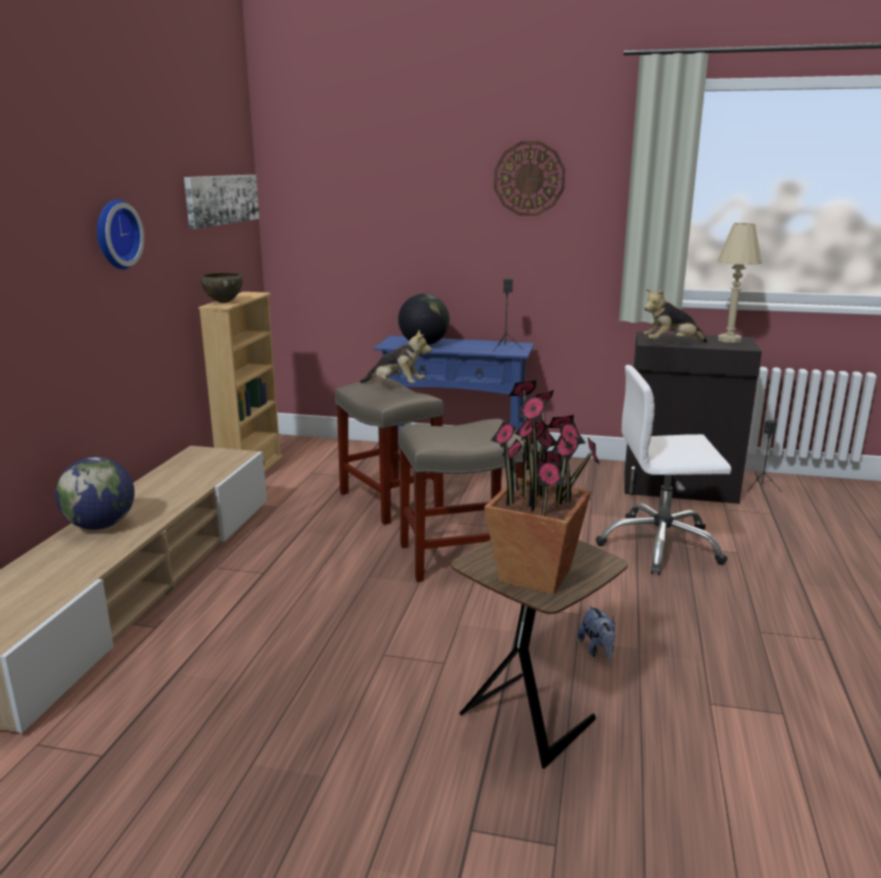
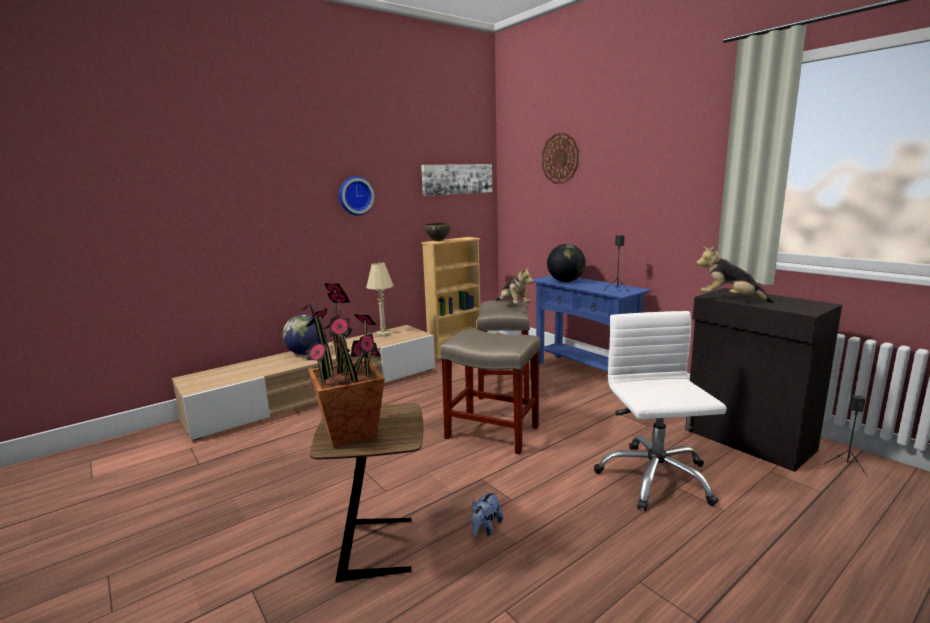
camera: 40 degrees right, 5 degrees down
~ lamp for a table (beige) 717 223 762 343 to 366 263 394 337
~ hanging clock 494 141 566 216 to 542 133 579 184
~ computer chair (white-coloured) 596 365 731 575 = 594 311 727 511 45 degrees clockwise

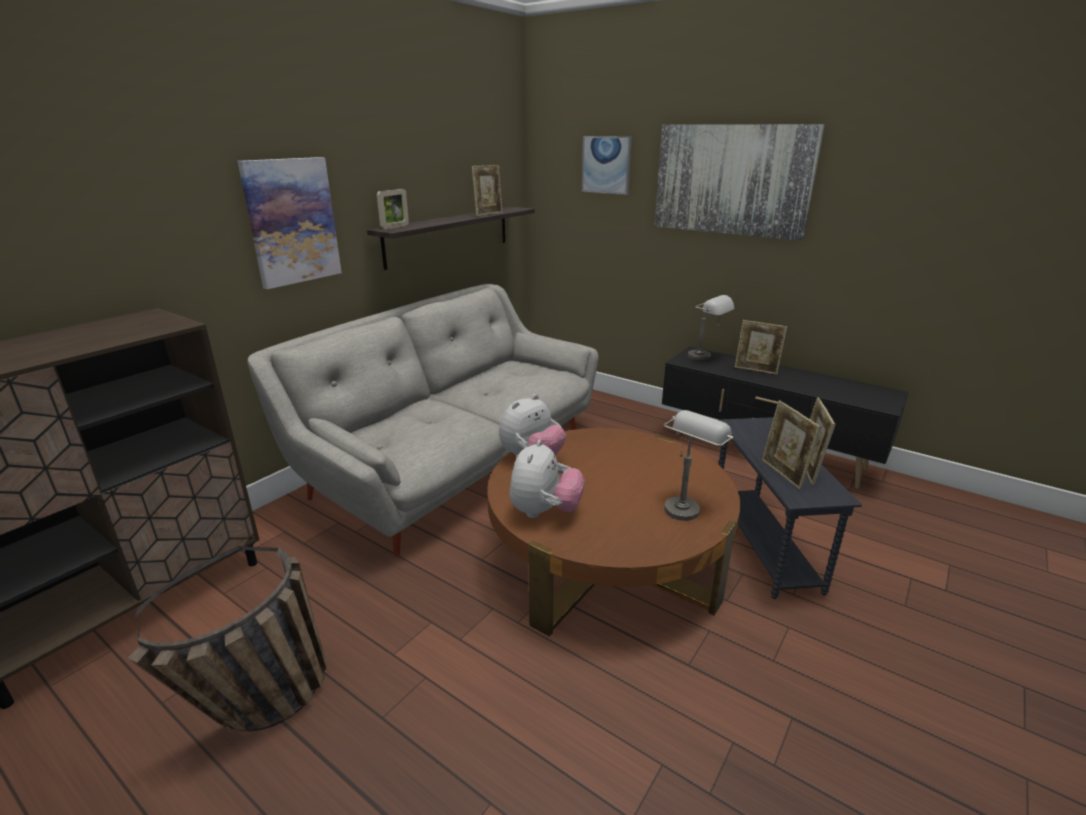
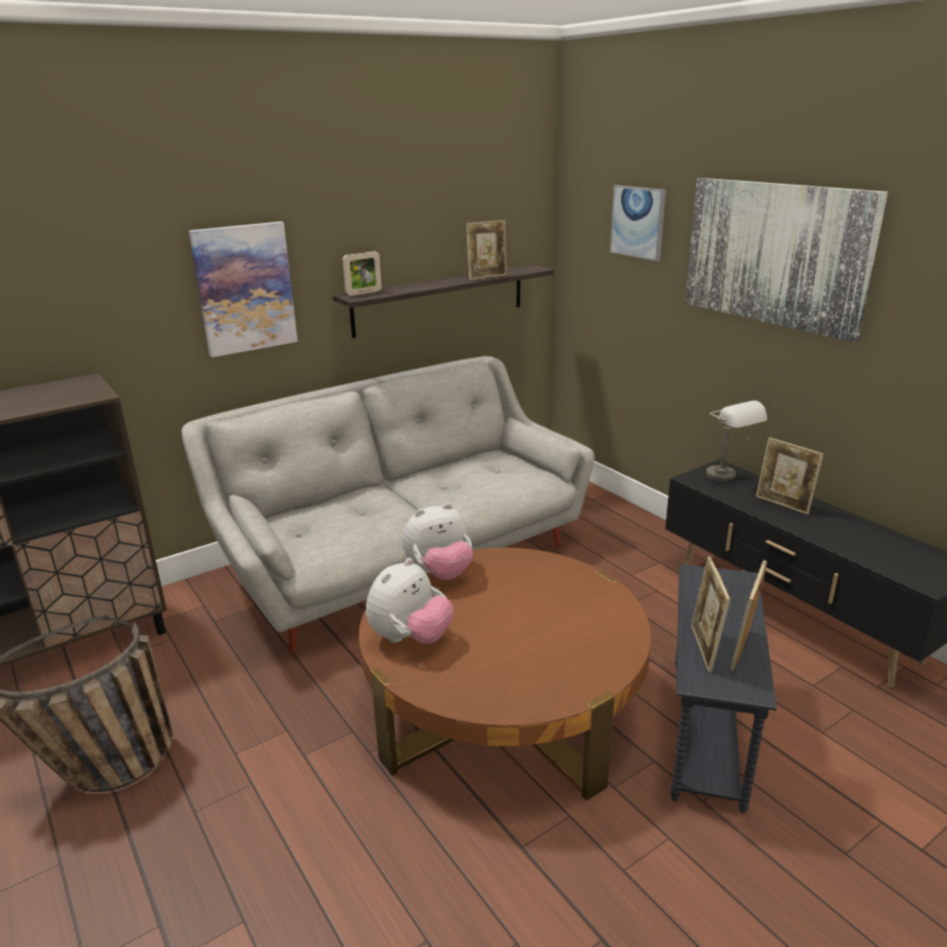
camera: 20 degrees right, 0 degrees up
- lamp for a table (greyish) 663 410 734 521

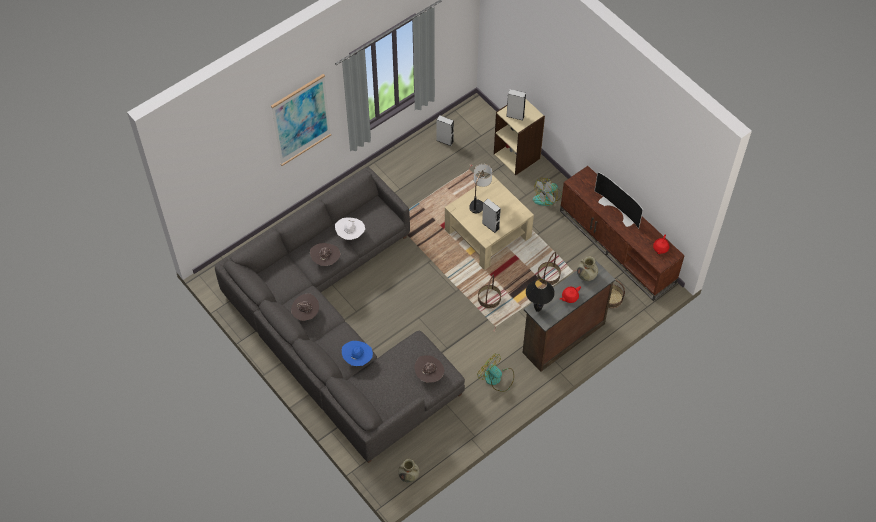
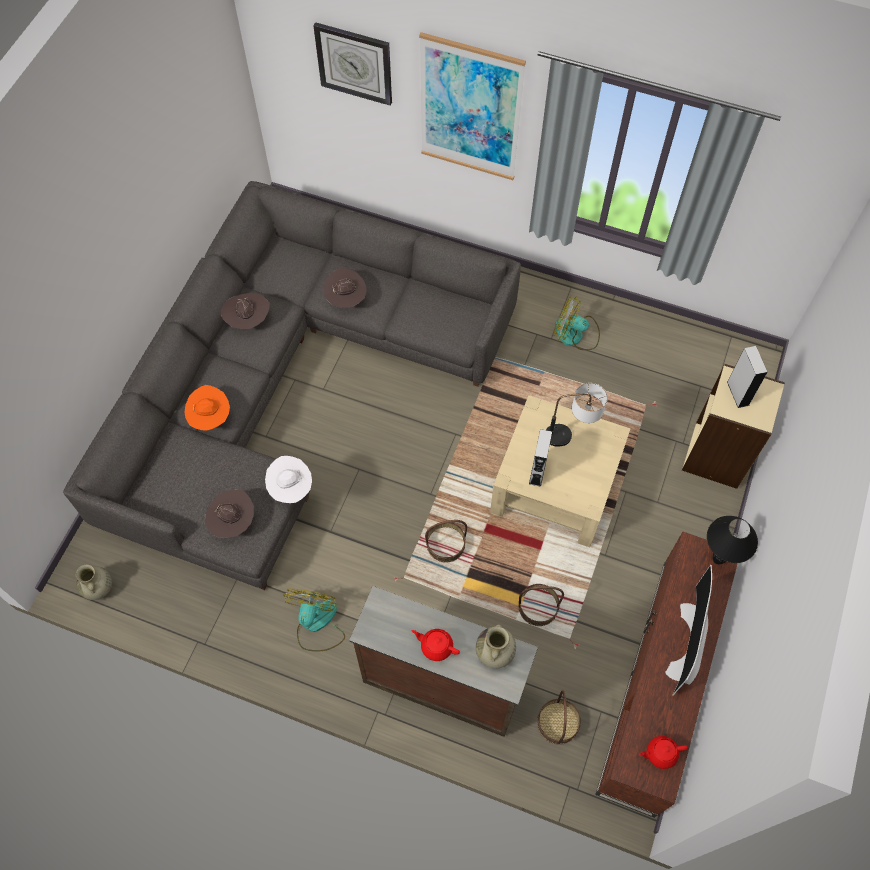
camera: 60 degrees right, 5 degrees up
~ wearable hat (bluish) 342 341 373 366 to wearable hat (orange) 184 385 230 431
~ wearable hat (white-coloured) 335 217 365 240 to 265 456 312 503
+ hanging clock 313 22 392 106
~ cooling fan 533 178 562 206 to 553 296 600 350
~ lamp for a table (black-coloured) 526 279 555 312 to 707 516 758 565
- audio speaker (greyish) 436 115 454 146

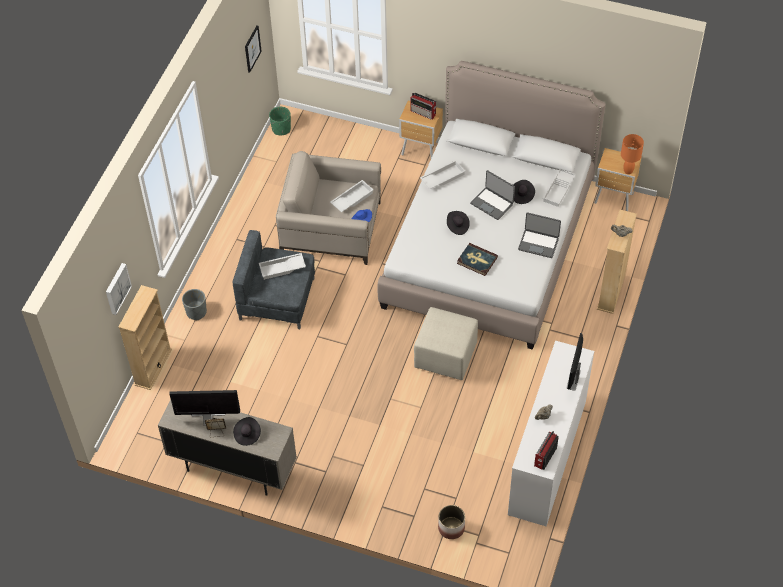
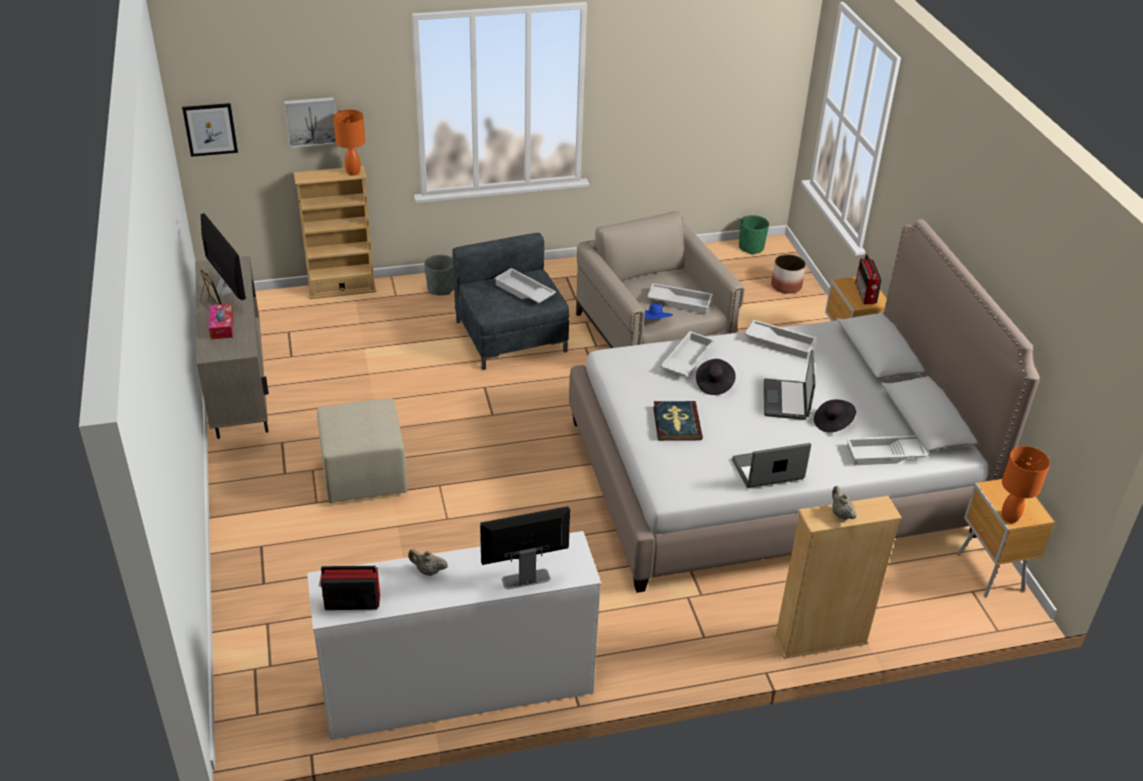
camera: 55 degrees right, 15 degrees down
~ wall picture 245 25 262 73 to 182 103 238 157
~ wearable hat (black-coloured) 233 417 261 446 to tissue holder 209 303 234 339
~ pouffe (beige) 414 307 478 380 to 317 398 407 503
+ lamp for a table (orange) 333 109 365 176
+ carrying tray (white-coloured) 660 331 715 376
~ portable computer 518 212 561 258 = 732 443 811 488 90 degrees clockwise
~ planter 438 505 465 539 to 771 254 806 294

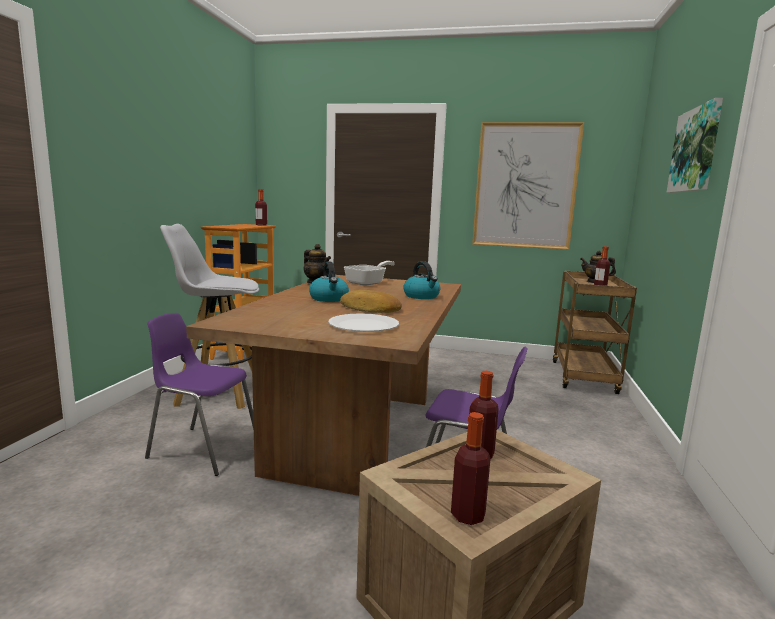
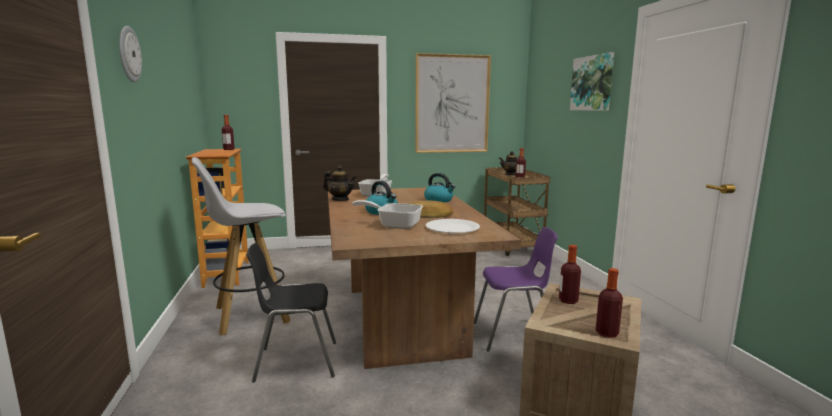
camera: 25 degrees left, 0 degrees up
+ hanging clock 119 26 142 82
~ upright chair (purple) 145 313 254 476 to upright chair (black-coloured) 246 243 336 383
+ pan 352 200 423 229

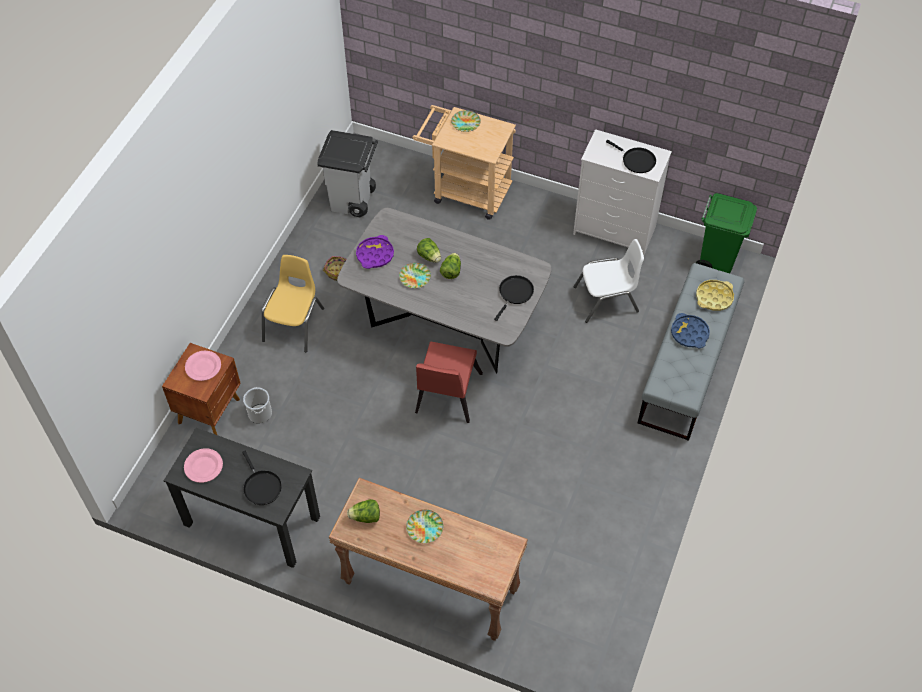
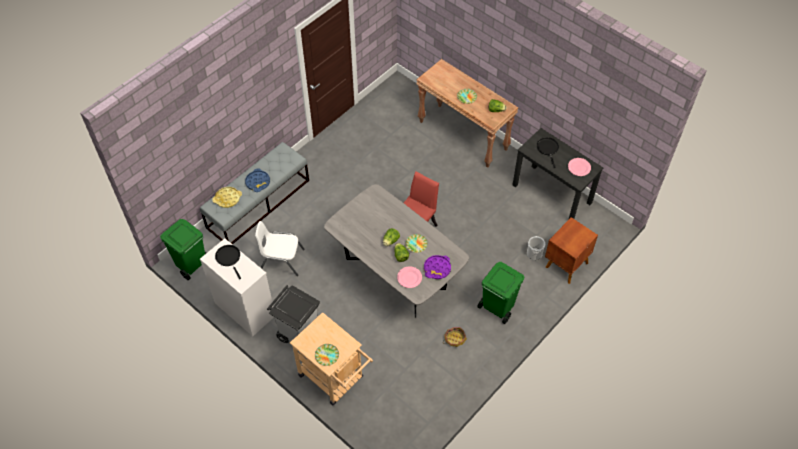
camera: 160 degrees left, 0 degrees up
~ rubbish bin (greyish) 318 130 378 217 to 267 285 320 346
~ flat dish (pinkish) 185 351 221 381 to 397 267 422 288
~ upright chair (yellow) 262 255 324 352 to rubbish bin (greenish) 477 262 524 324
- pan (black-coloured) 494 275 534 321

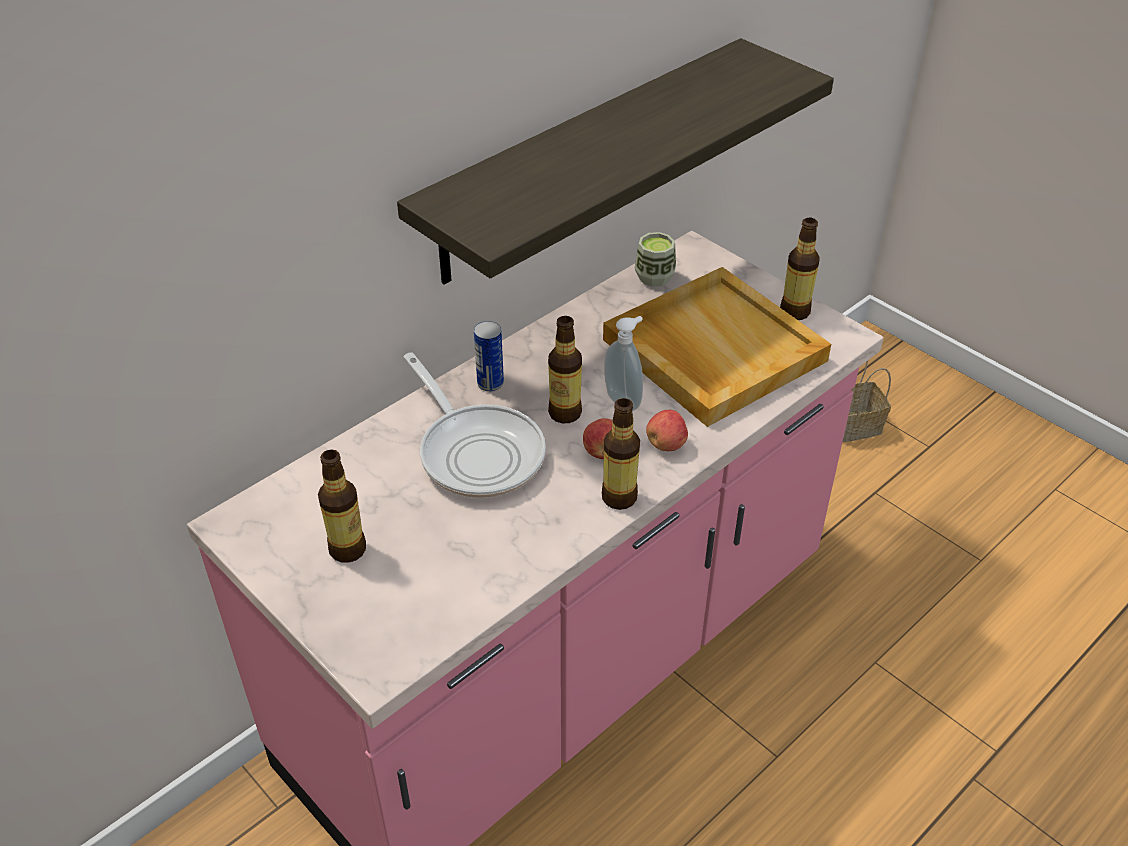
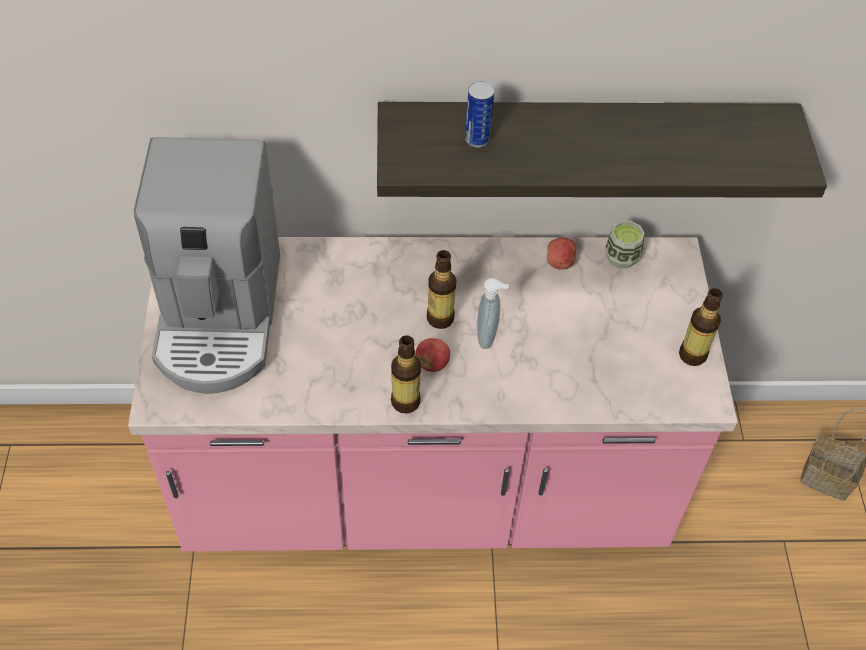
camera: 40 degrees right, 10 degrees up
~ beverage bottle 318 450 366 563 to coffee brewer 134 137 280 394
~ metal can 474 321 504 392 to 465 81 494 148
~ apple fruit 646 410 688 451 to 547 238 577 270
- pan 404 352 546 498
- carrying tray (beige) 603 267 831 427

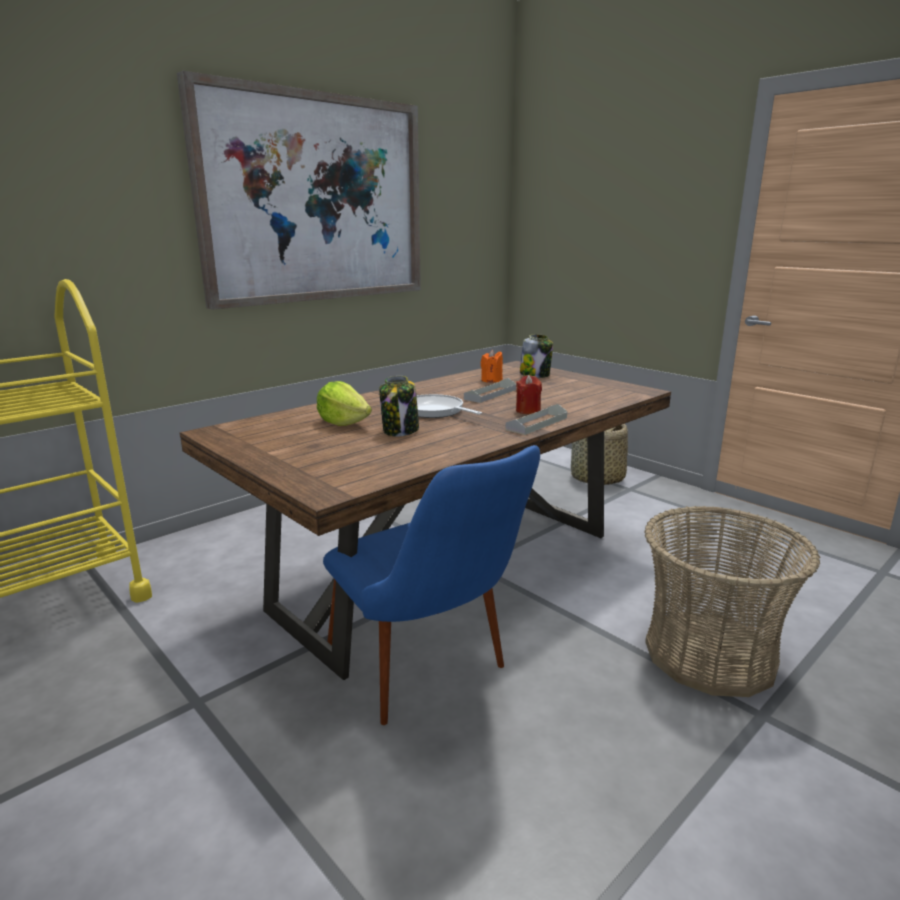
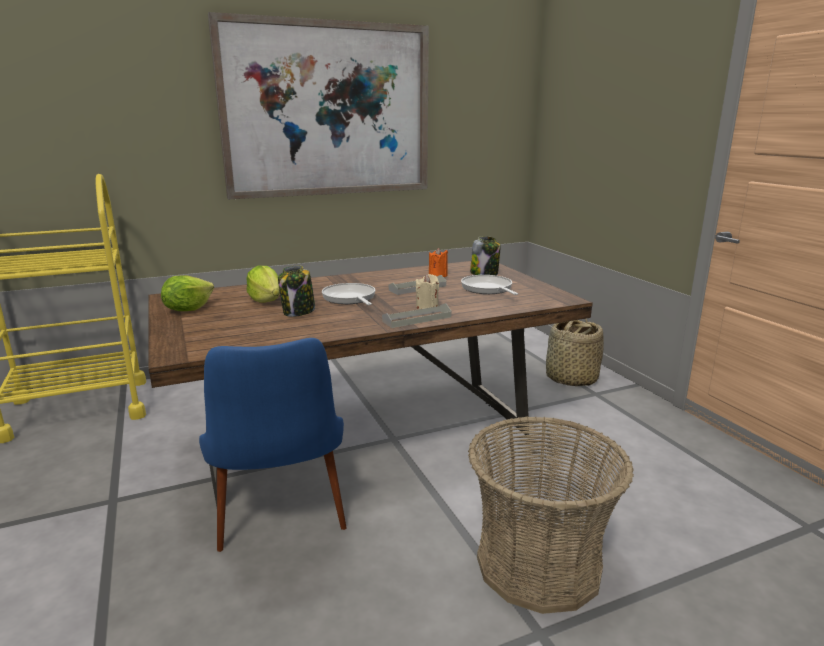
camera: 20 degrees right, 0 degrees up
+ head of lettuce 161 275 214 311
~ candle (red-coloured) 516 375 542 414 to candle (beige) 416 274 439 309
+ pan 461 275 518 295

